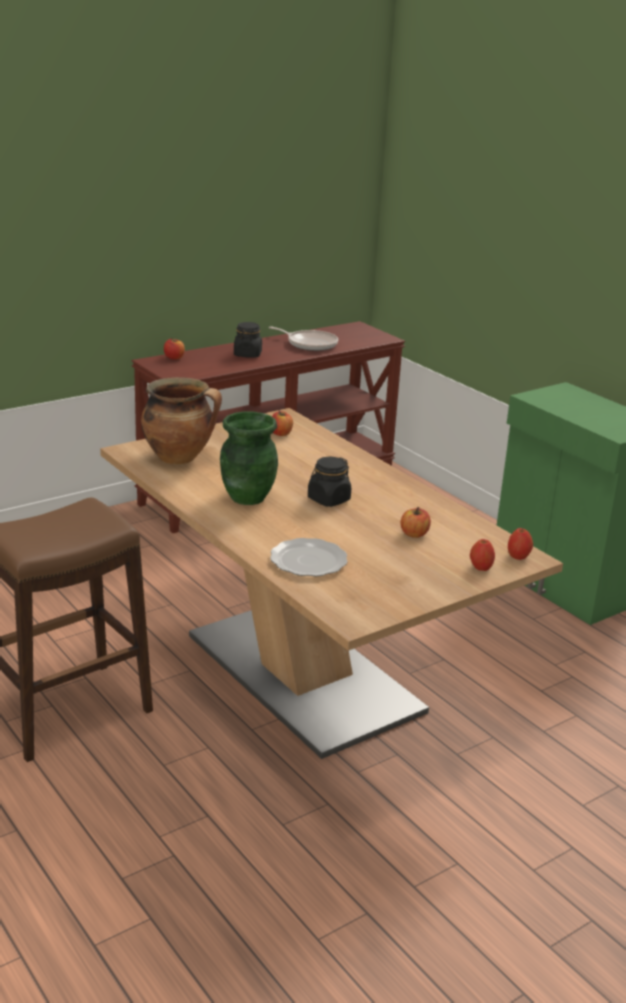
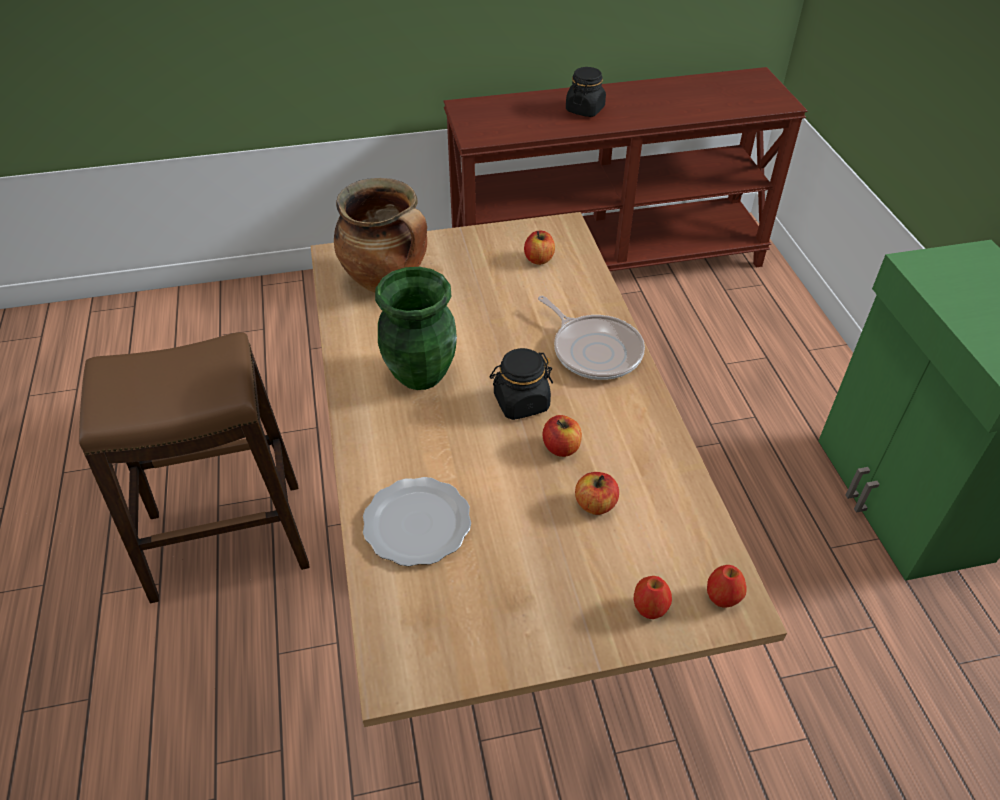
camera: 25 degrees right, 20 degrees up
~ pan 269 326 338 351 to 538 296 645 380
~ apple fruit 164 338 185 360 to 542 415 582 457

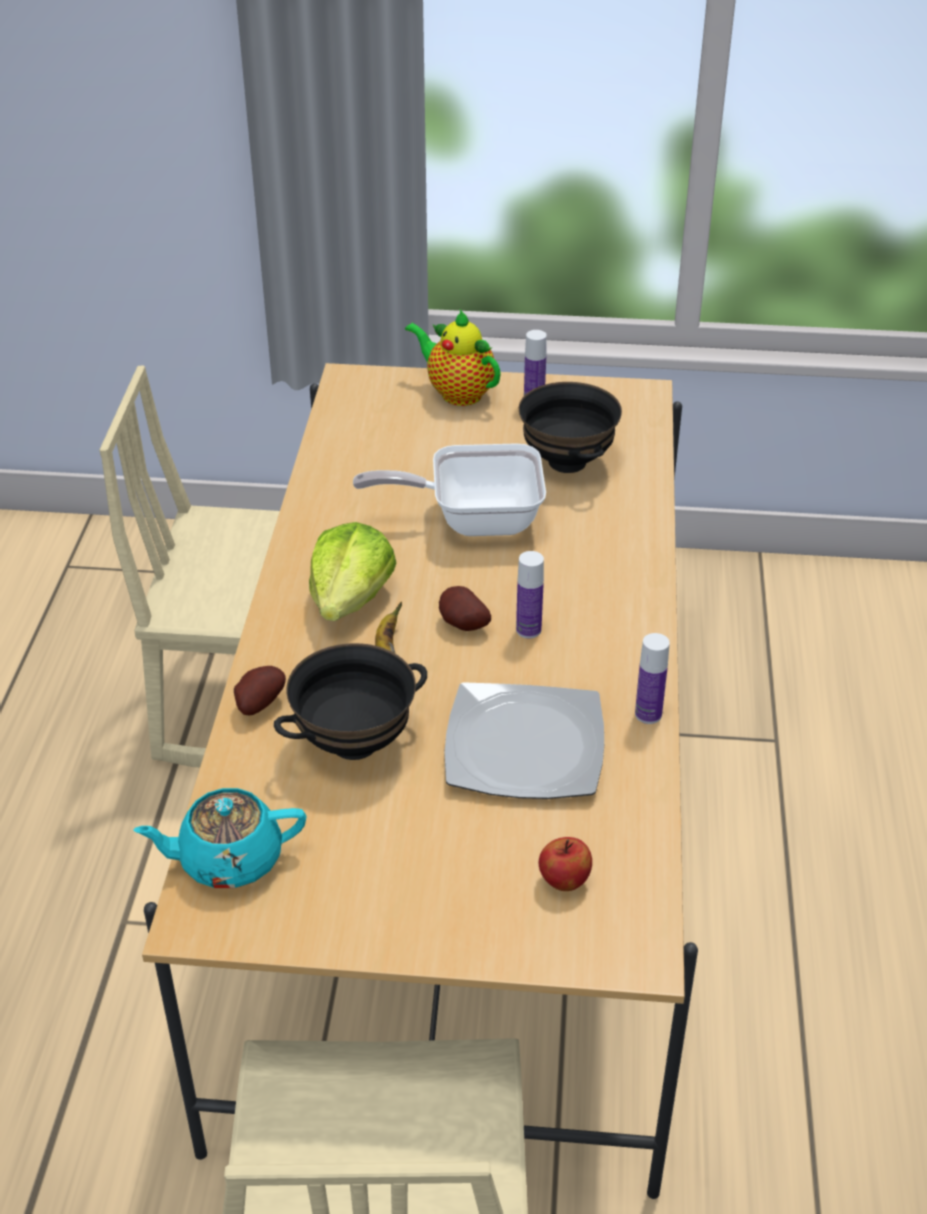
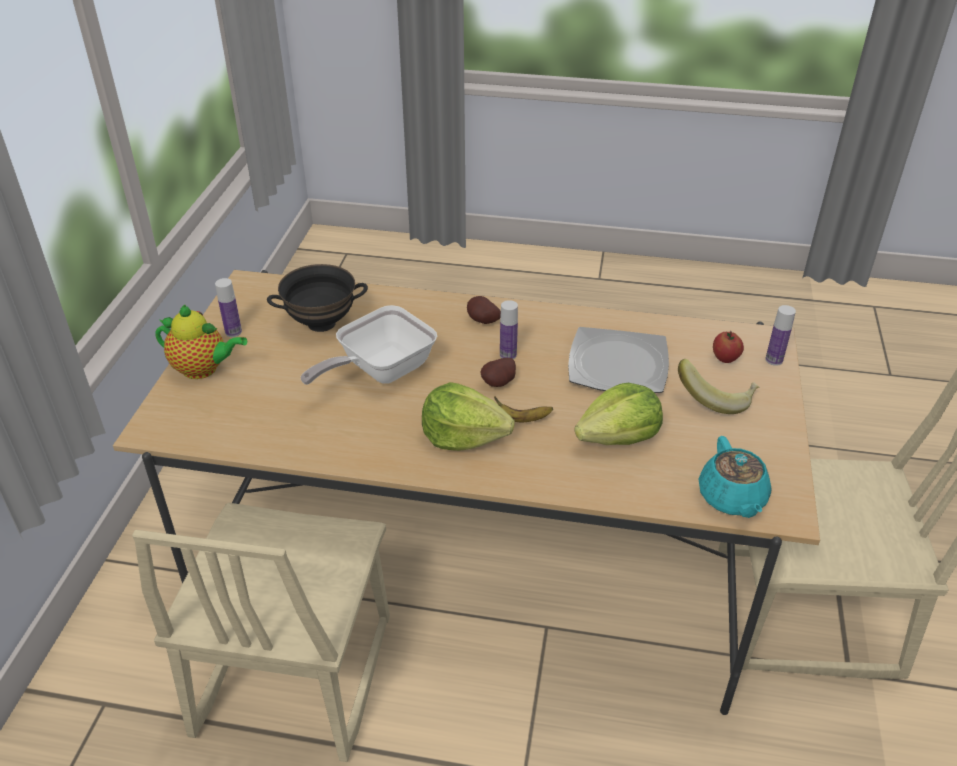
camera: 85 degrees left, 0 degrees up
~ teapot 405 310 501 406 = 155 305 247 379 120 degrees counterclockwise
~ pan 353 443 546 536 = 301 305 437 385 45 degrees clockwise
~ potato 234 666 286 715 to 467 296 501 324
~ serving bowl (black-coloured) 274 643 427 760 to head of lettuce 574 383 663 445
+ banana fruit 678 359 759 414
~ beverage bottle 635 633 670 724 to 765 305 796 366

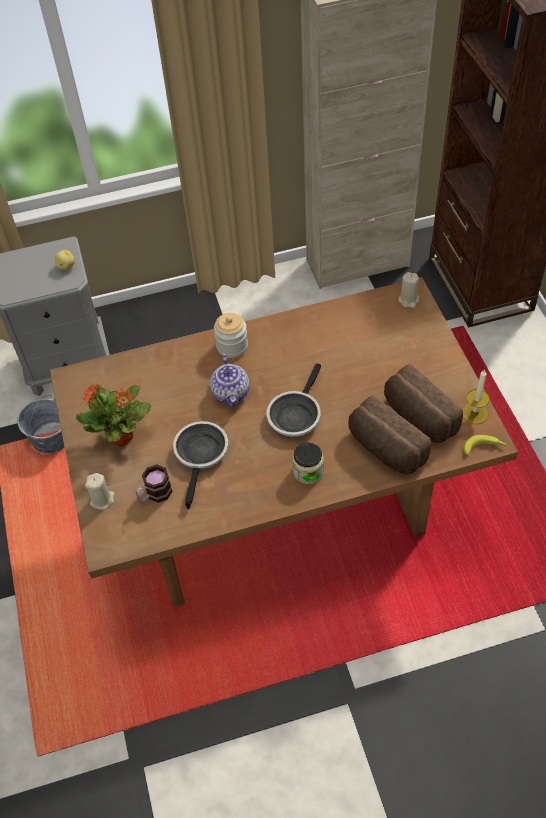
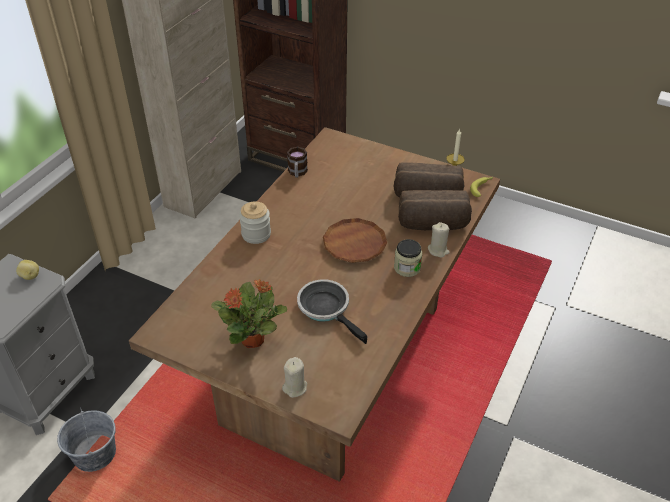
camera: 50 degrees left, 10 degrees down
~ mug 135 464 173 503 to 287 146 308 178
~ pan 267 363 321 437 to flat dish (brown-coloured) 323 218 387 263
~ candle (beige) 399 272 419 308 to 428 222 450 258
- teapot 210 354 250 407

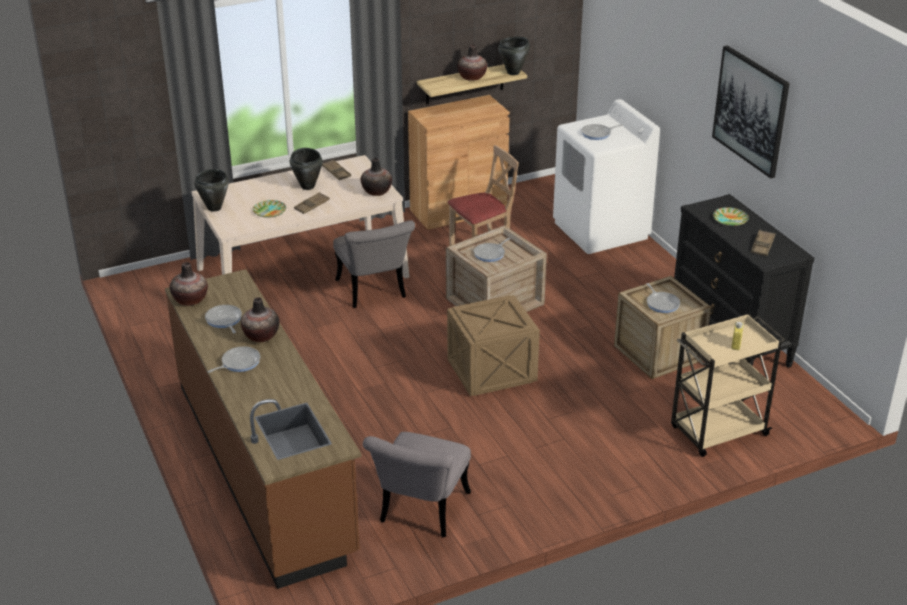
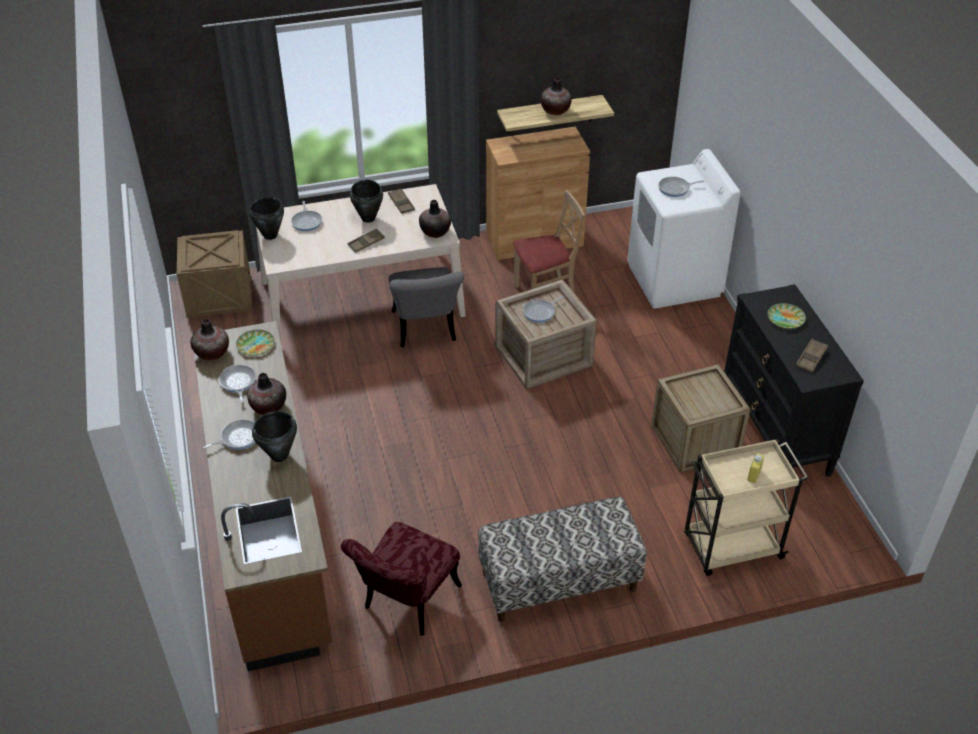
camera: 10 degrees right, 10 degrees up
~ packing crate 447 295 540 396 to 177 230 252 317
~ flat dish 253 200 286 218 to 236 330 274 356
~ saucepot (black-coloured) 498 37 530 75 to 252 411 297 462
~ pan 646 283 680 313 to 291 201 322 231
~ upright chair (greyish) 363 432 471 538 to upright chair (red-coloured) 341 522 462 636
+ long seat 478 497 647 622
- wall picture 712 45 790 179

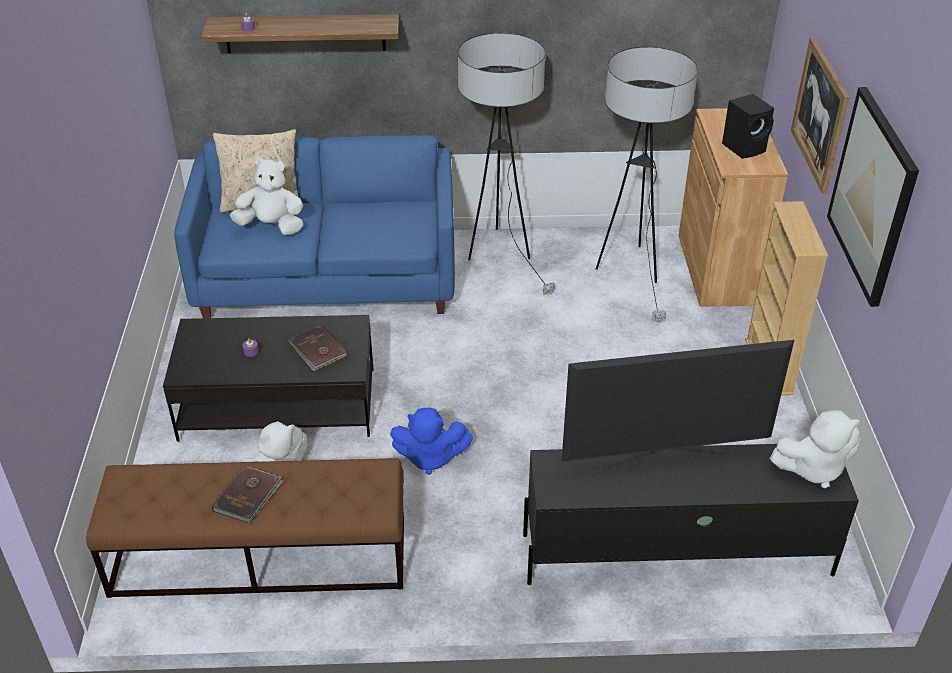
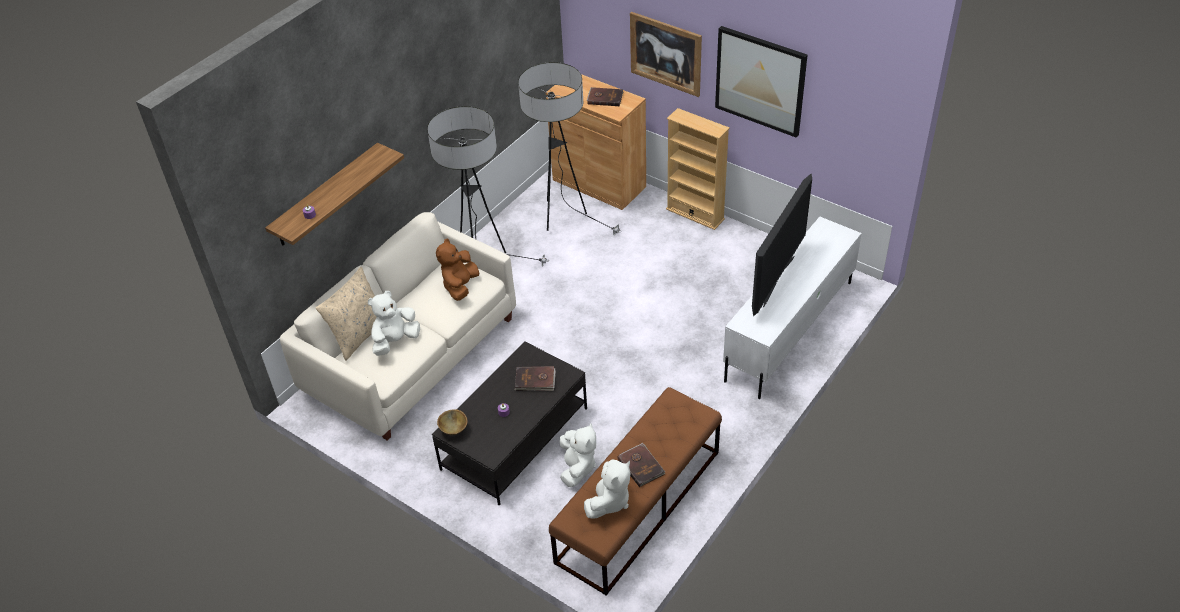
camera: 50 degrees left, 5 degrees up
~ sofa (bluish) 174 135 455 318 to sofa (white-coloured) 280 212 516 441
+ cuddly toy (brown-coloured) 436 238 479 301
+ serving bowl (brown-coloured) 437 409 467 435
~ cuddly toy (white-coloured) 770 410 861 489 to 584 460 630 518
~ audio speaker (black-coloured) 722 94 774 159 to bound book (brown-coloured) 587 87 623 106
~ media console (black-coloured) 523 444 859 585 to media console (white-coloured) 723 217 862 399
- cuddly toy (bluish) 390 408 473 475

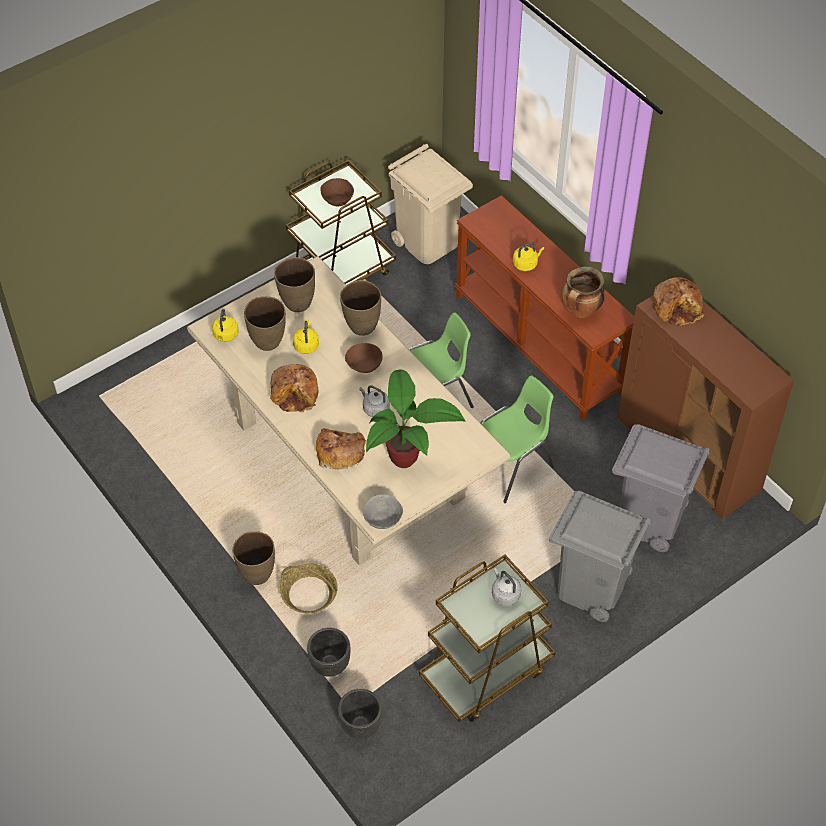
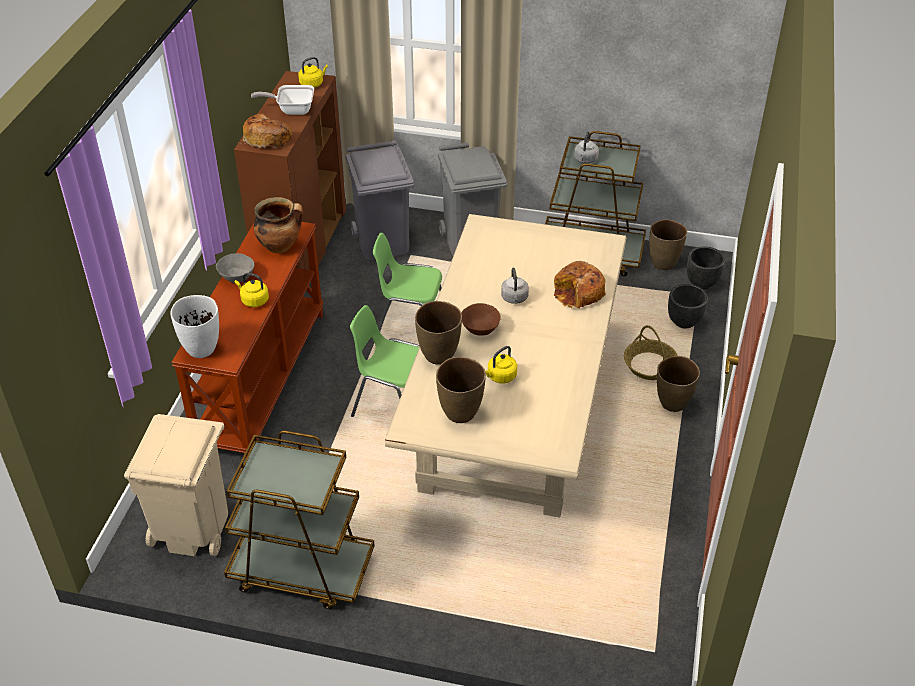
camera: 130 degrees left, 10 degrees down
+ flower vase (white-coloured) 171 295 219 358
~ serving bowl (greyish) 363 494 403 529 to 216 253 254 283
+ pan 251 85 314 115
~ tea kettle (yellow) 212 309 238 342 to 298 57 328 88
~ flower vase (brown-coloured) 244 296 286 351 to 649 219 687 270
- bakery bread 270 364 319 412
- serving bowl (brown-coloured) 320 178 354 207
- potted plant 366 369 466 468

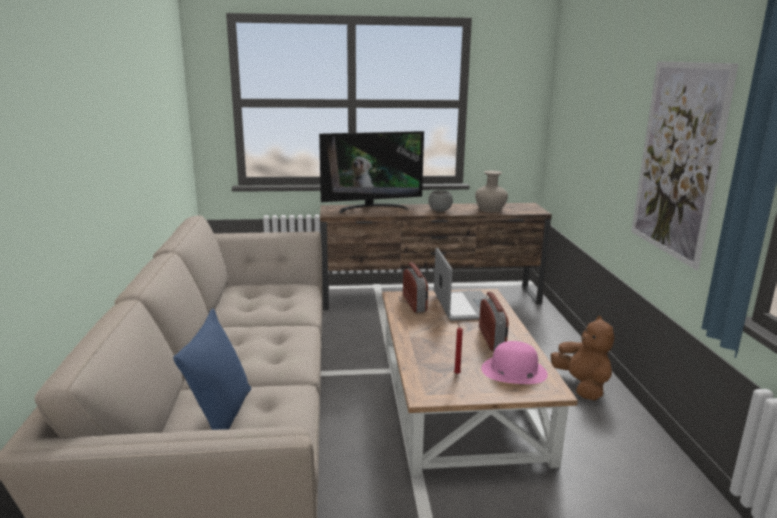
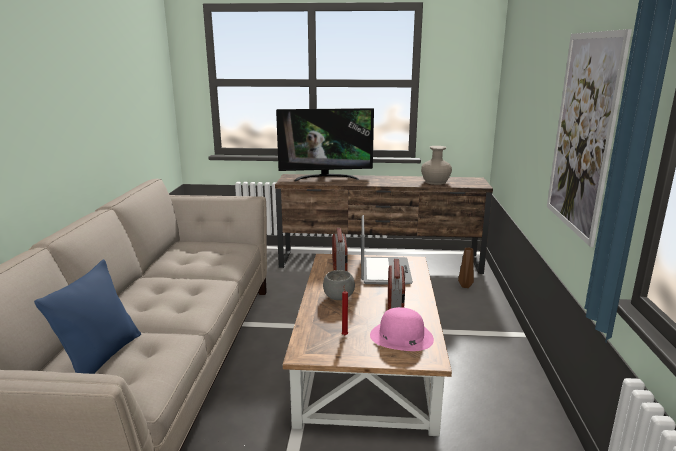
camera: 10 degrees right, 0 degrees up
~ serving bowl (greyish) 428 190 453 212 to 323 270 355 300
+ flower vase (brown-coloured) 458 248 474 288
- cuddly toy (brown-coloured) 551 316 614 401

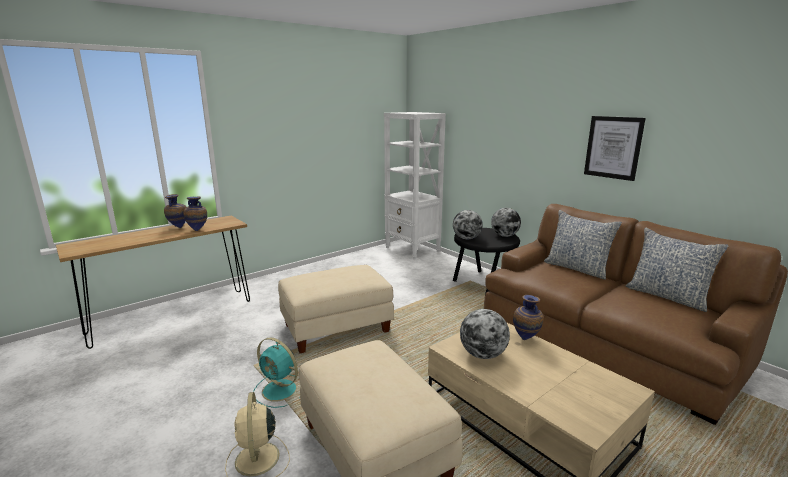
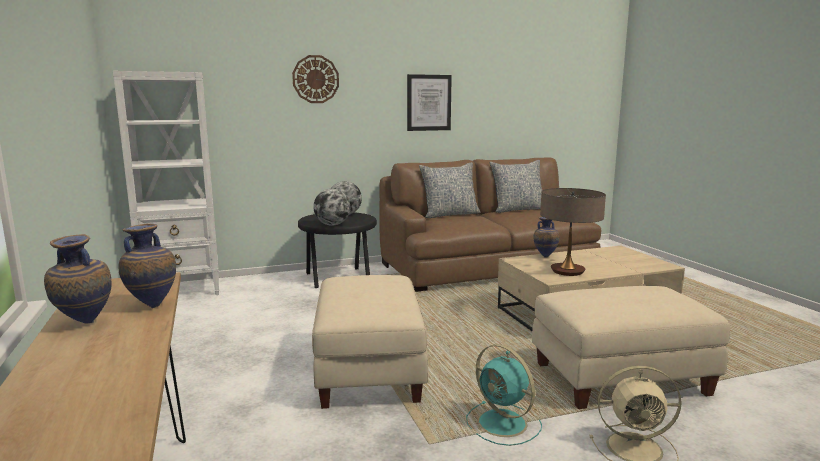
camera: 70 degrees left, 5 degrees down
+ hanging clock 292 55 339 103
~ cooling fan (blue-green) 253 337 298 408 = 466 344 542 446 90 degrees clockwise
~ desk globe 460 309 510 359 to lamp for a table 540 188 606 276

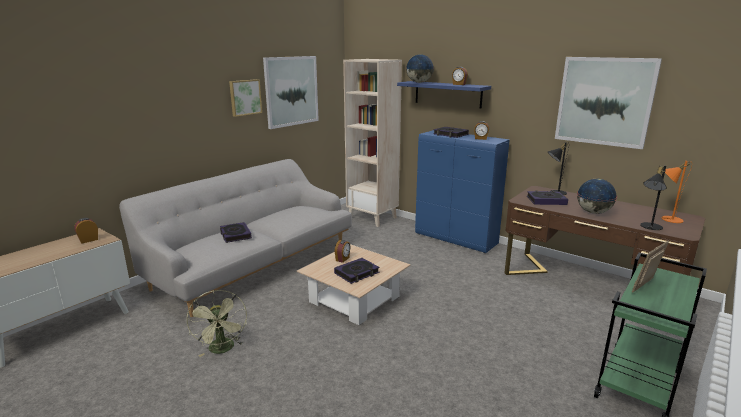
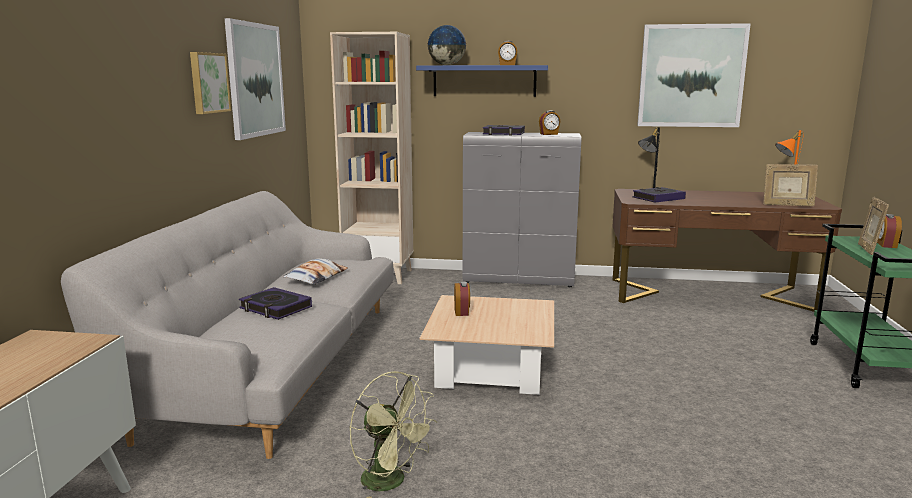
camera: 30 degrees left, 5 degrees down
+ throw pillow 283 258 348 285
~ cupboard (bluish) 415 130 510 253 to cupboard (greyish) 463 132 582 287
~ lamp for a table (black-coloured) 640 166 667 230 to picture frame 763 164 818 206
~ bedside clock 74 218 98 244 to 877 214 902 248
- bound book 334 258 379 284
- desk globe 577 179 617 214

